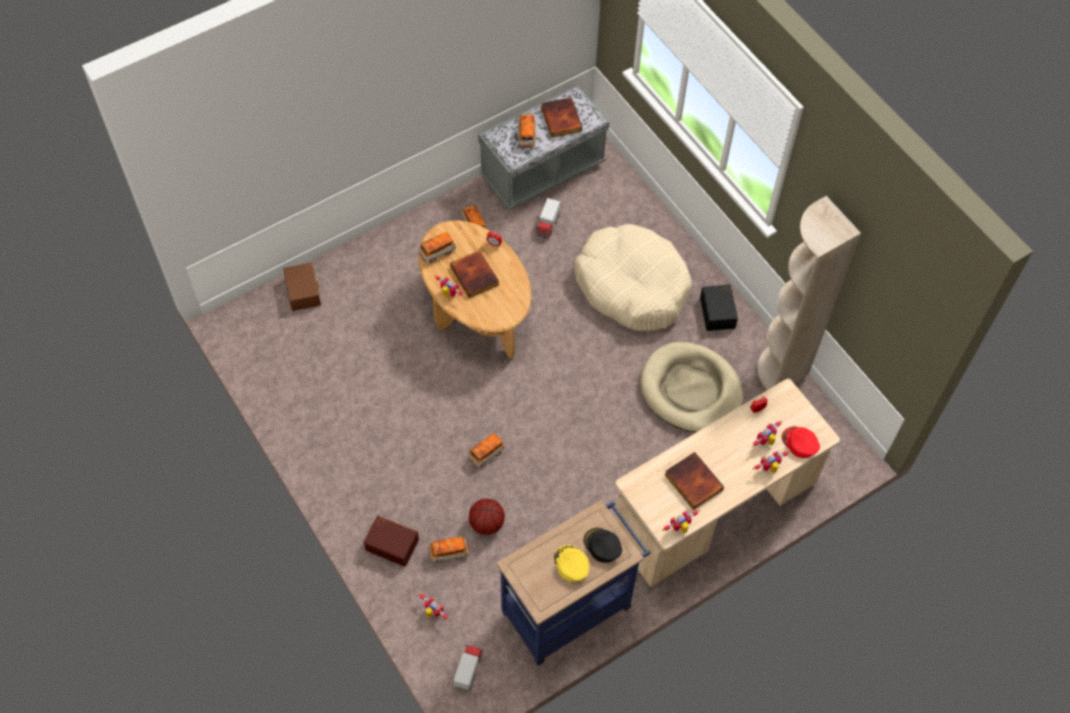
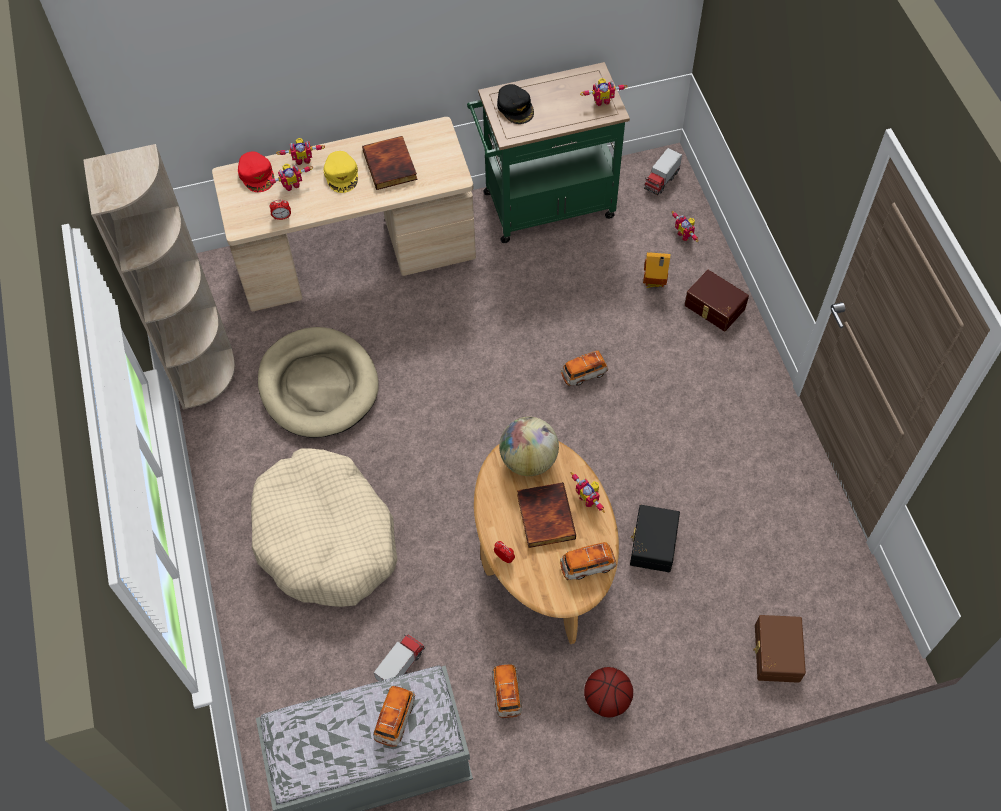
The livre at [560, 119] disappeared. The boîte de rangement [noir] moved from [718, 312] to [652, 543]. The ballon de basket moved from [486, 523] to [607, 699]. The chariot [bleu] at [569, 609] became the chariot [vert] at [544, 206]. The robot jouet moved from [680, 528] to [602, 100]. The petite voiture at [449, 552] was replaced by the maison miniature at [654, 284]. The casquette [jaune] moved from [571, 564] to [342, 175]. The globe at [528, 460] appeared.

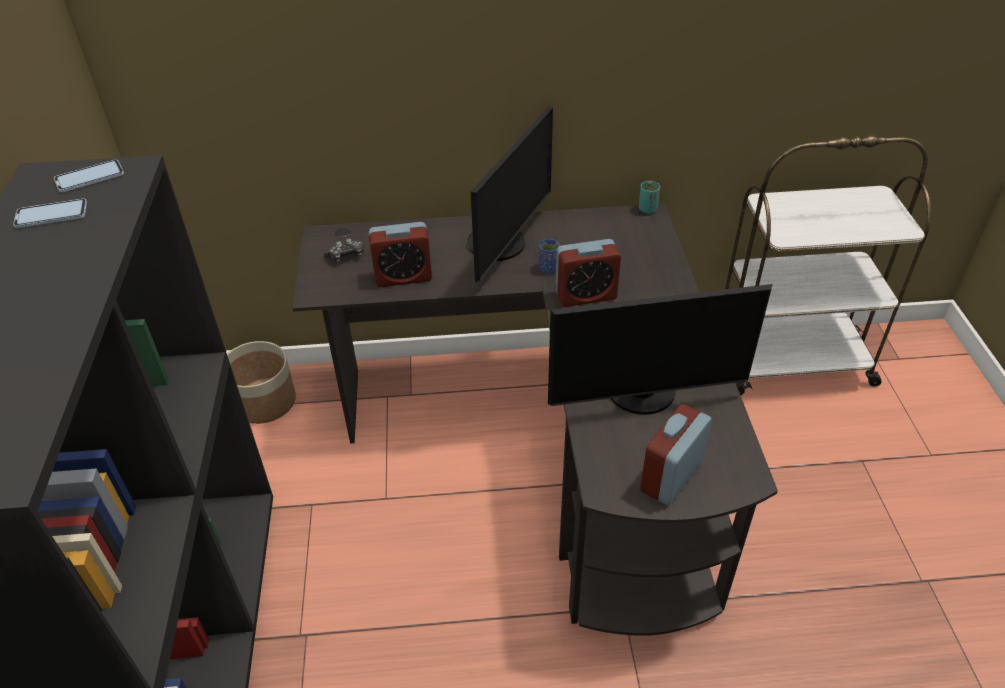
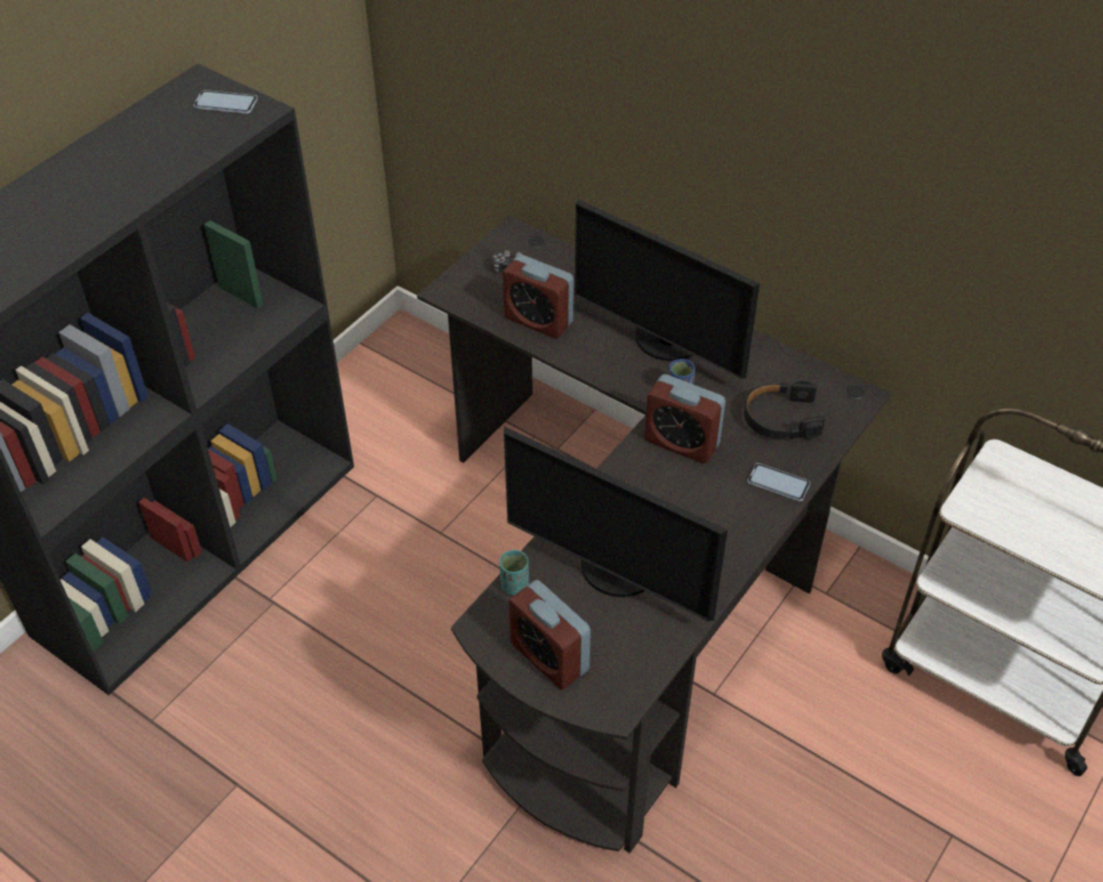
The écran d'ordinateur at [503, 245] turned 60 degrees clockwise. The tasse [turquoise] moved from [647, 209] to [515, 585]. The téléphone moved from [51, 215] to [778, 483]. The cache-pot at [265, 401] disappeared. The réveil at [671, 477] turned 120 degrees counterclockwise. The casque audio [noir] at [780, 418] appeared.

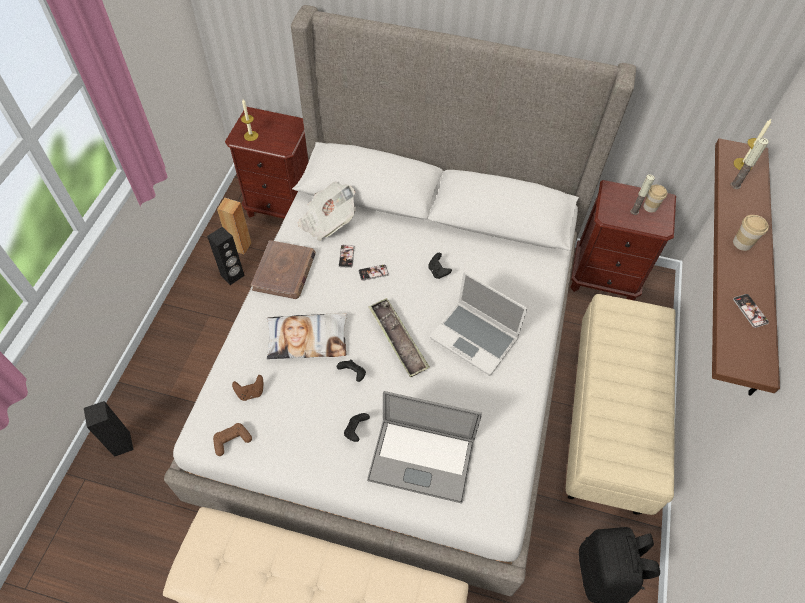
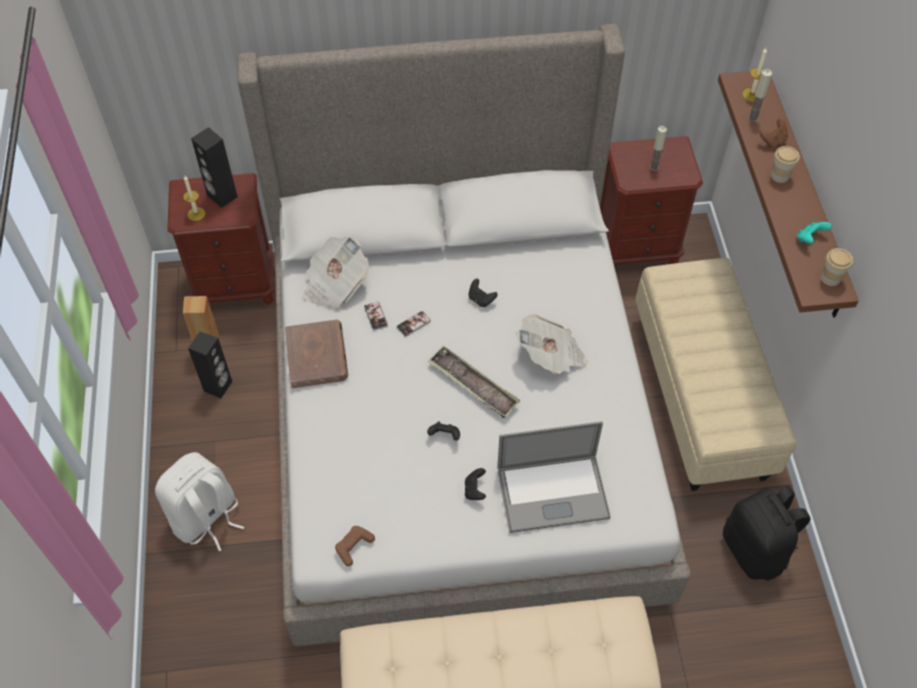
The tasse moved from [650, 207] to [830, 278]. The ordinateur portable at [475, 338] was replaced by the journal at [551, 356]. The téléphone at [750, 311] was replaced by the manette [turquoise] at [809, 239]. The coussin at [308, 339] disappeared. The manette [marron] moved from [250, 392] to [773, 141]. The enceinte [noir] moved from [121, 444] to [222, 196]. The sac à dos [blanc] at [206, 518] appeared.

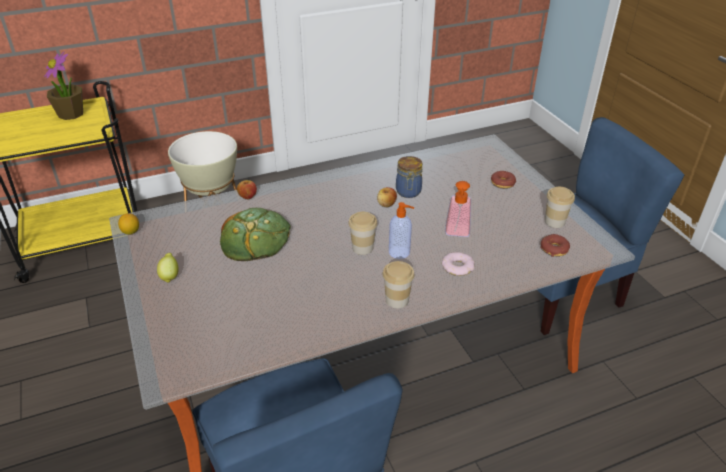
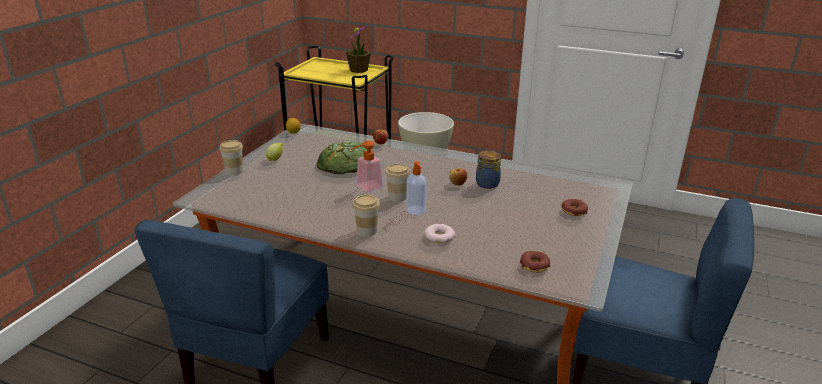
The distributeur de savon moved from [457, 233] to [365, 188]. The tasse moved from [554, 221] to [234, 171].

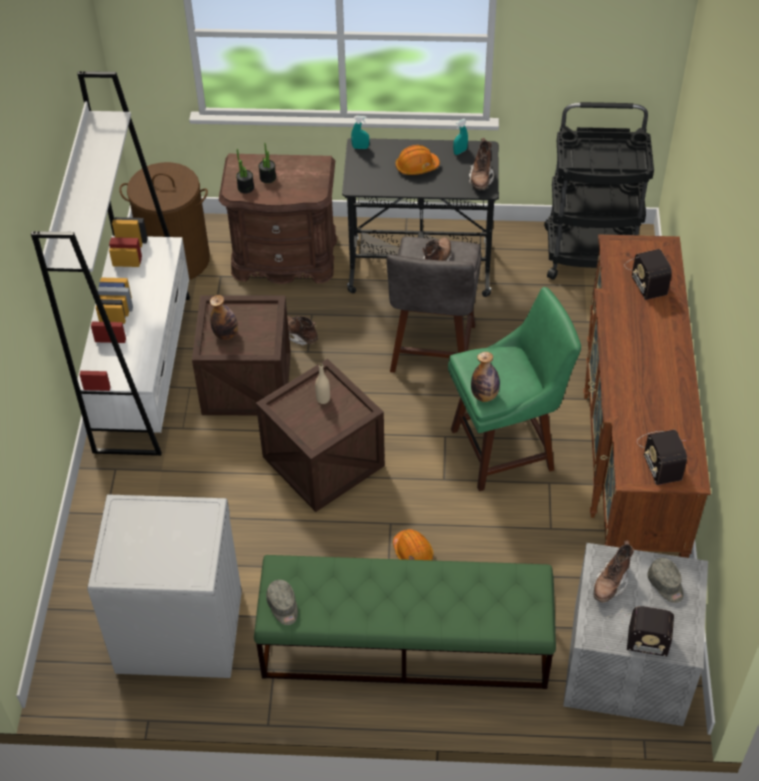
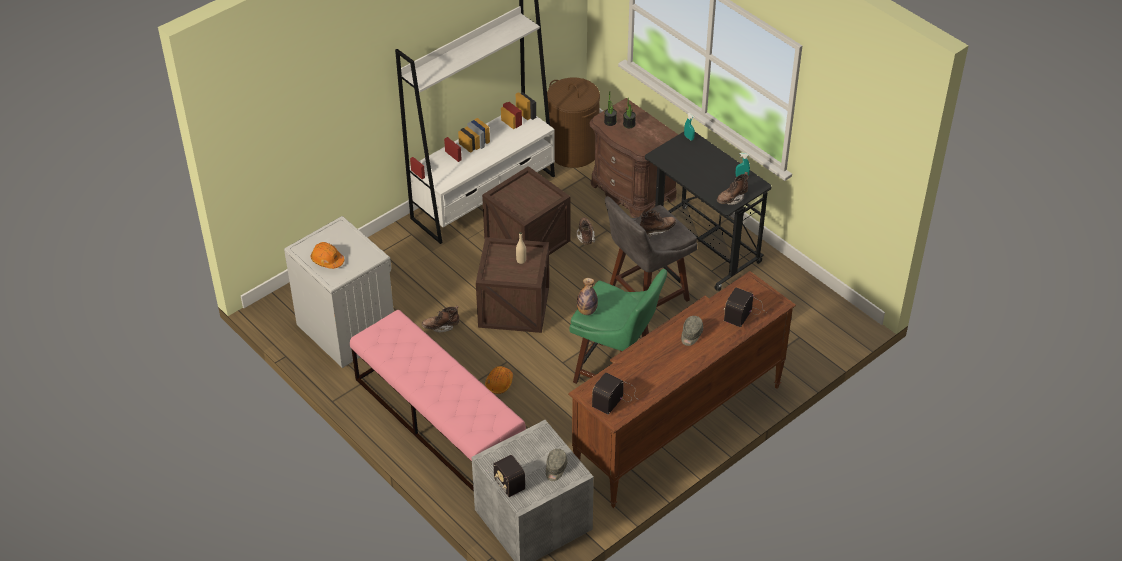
The chariot [noir] at [589, 254] disappeared. The casque de chantier [orange] moved from [416, 167] to [327, 260]. The bouteille at [226, 334] disappeared. The botte [marron] moved from [610, 583] to [441, 326]. The banc [vert] at [404, 645] became the banc [rose] at [438, 420]. The casquette [gris] moved from [283, 606] to [691, 335].

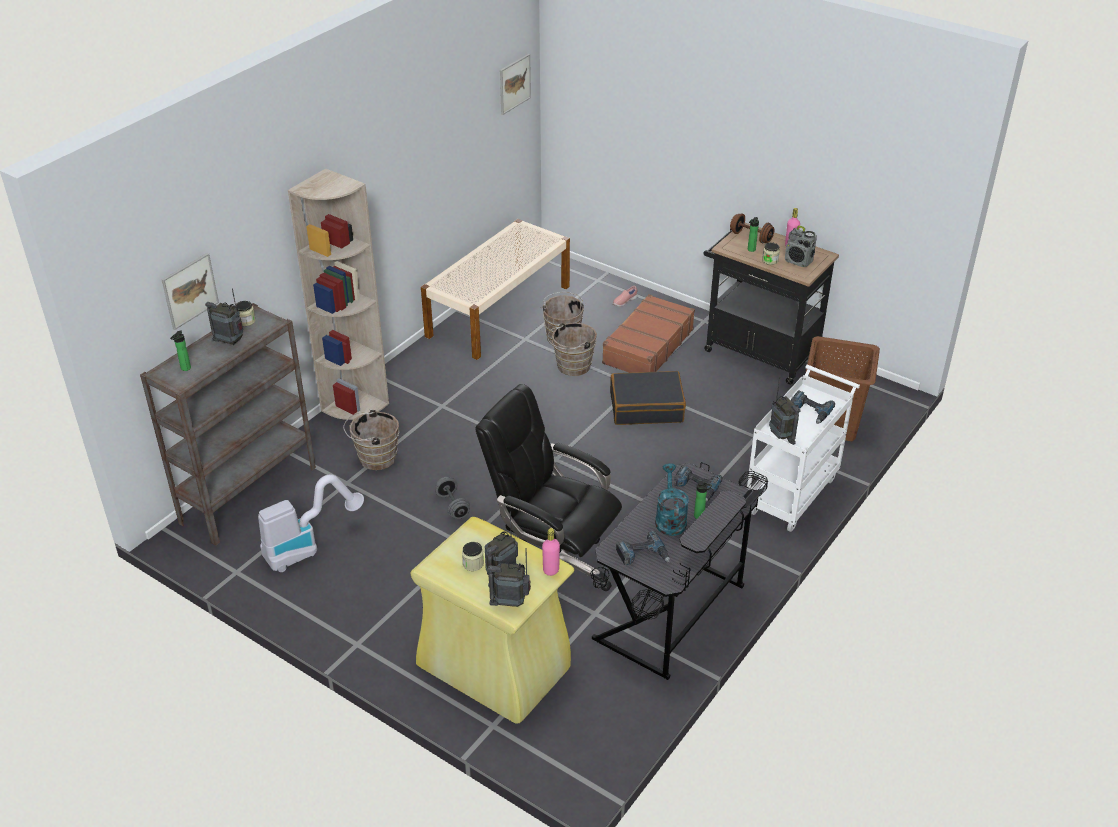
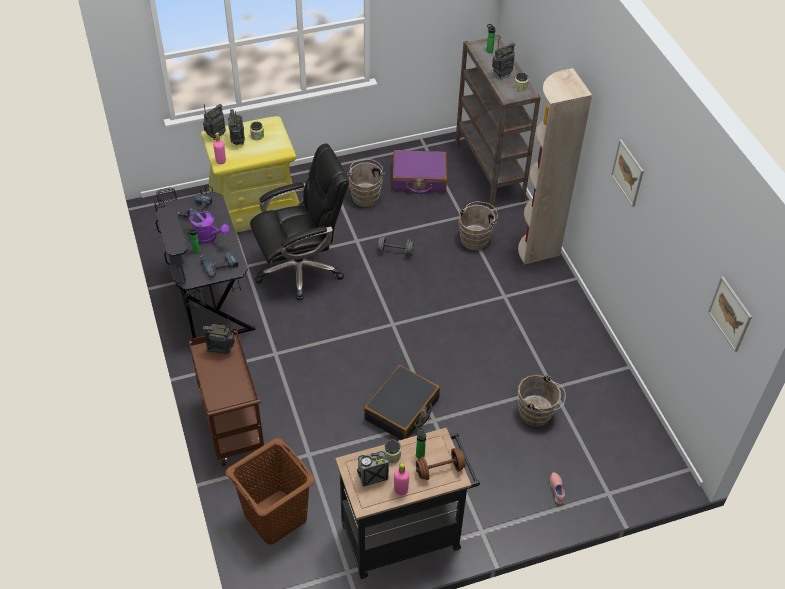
The banc [beige] at [498, 311] disappeared. The tableau moved from [190, 290] to [628, 173]. The valise [marron] at [647, 346] disappeared. The seau [marron] moved from [571, 366] to [365, 195]. The chariot [blanc] at [793, 495] became the chariot [marron] at [233, 429]. The perceuse at [809, 411] disappeared. The arrosoir [turquoise] at [669, 519] became the arrosoir [violet] at [209, 237]. The aspirateur at [308, 546] was replaced by the valise [violet] at [419, 178].

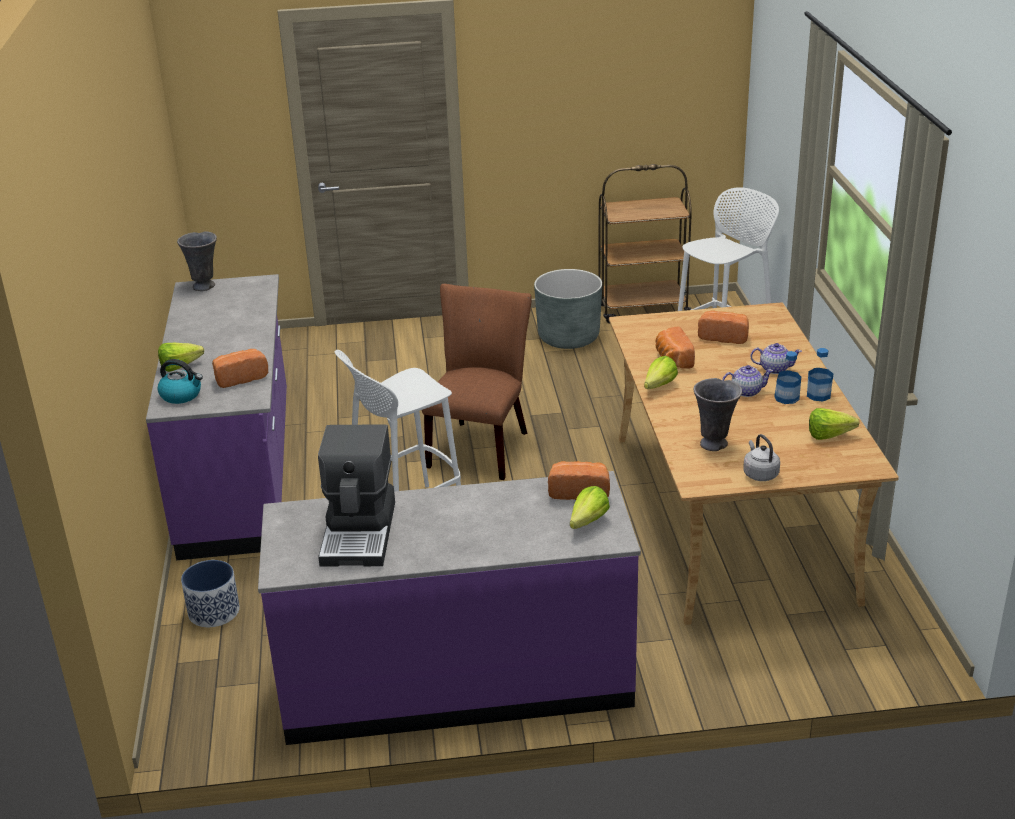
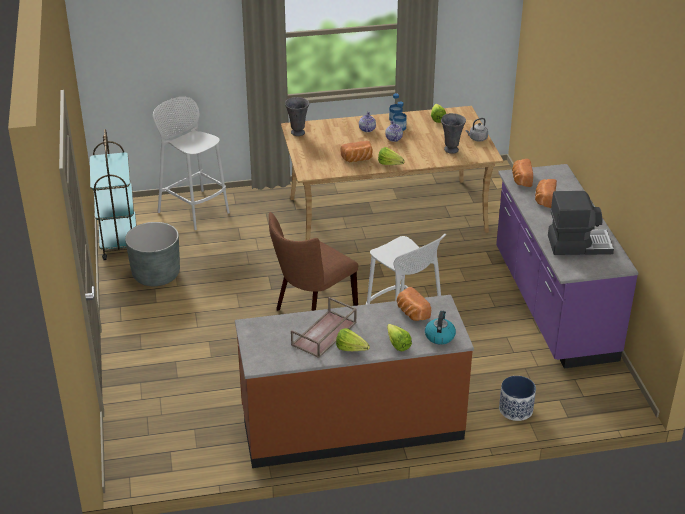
The chariot [marron] at [643, 310] became the chariot [turquoise] at [118, 241]. The vase [gris] moved from [205, 286] to [297, 132]. The comptoir de cuisine [violet] at [240, 474] became the comptoir de cuisine [marron] at [351, 425]. The chaise [marron] at [481, 446] turned 60 degrees counterclockwise. The pain moved from [724, 336] to [544, 199]. The laitue moved from [584, 524] to [353, 350]. The plateau [marron] at [324, 334] appeared.

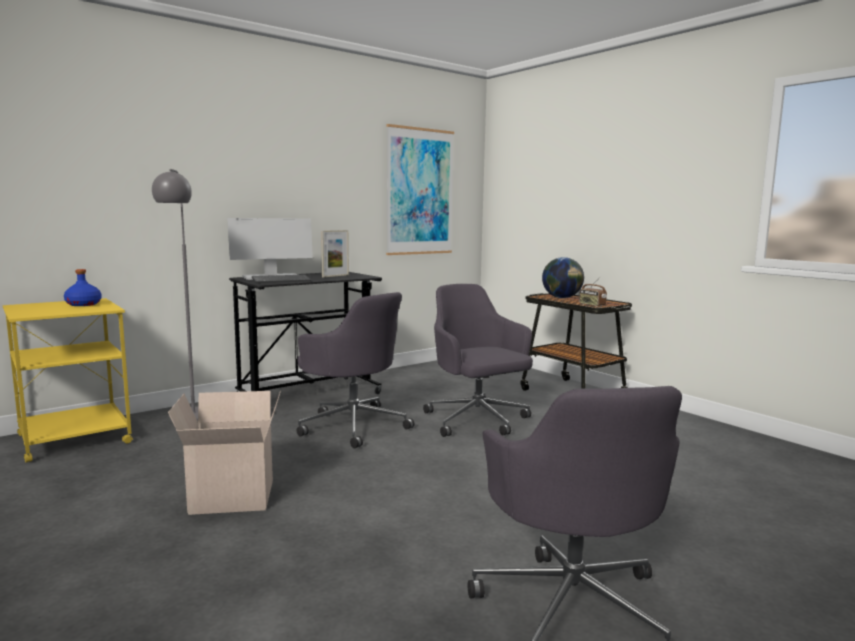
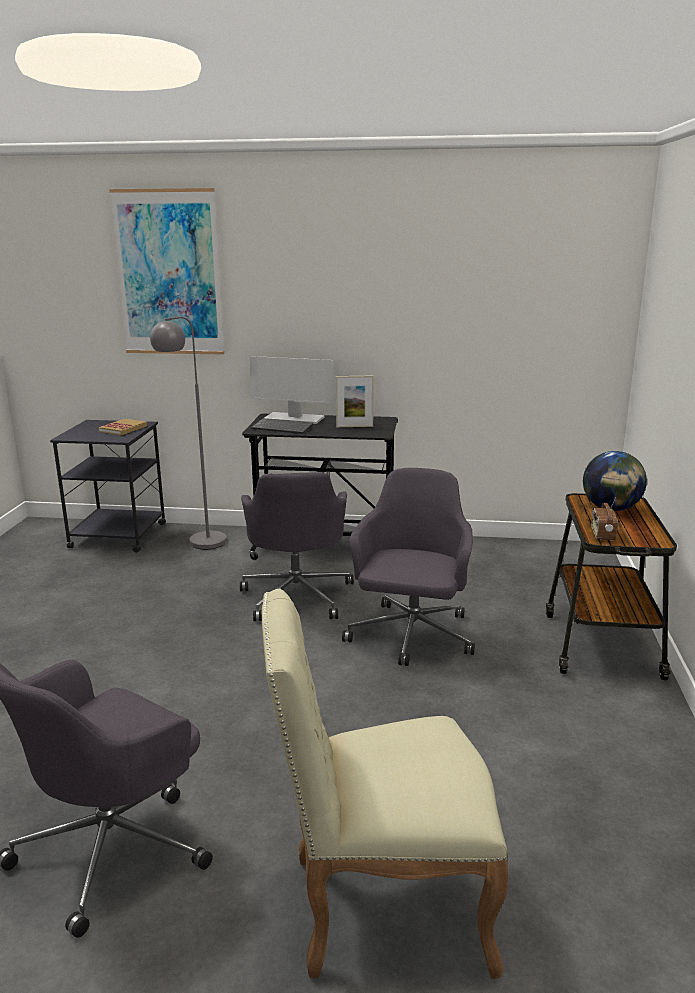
The tableau moved from [419, 192] to [169, 273]. The bouteille [bleu] at [83, 304] was replaced by the livre at [123, 429]. The chariot [jaune] at [76, 438] became the chariot [noir] at [119, 536]. The carton at [230, 498] disappeared. The chaise [beige] at [384, 904] appeared.

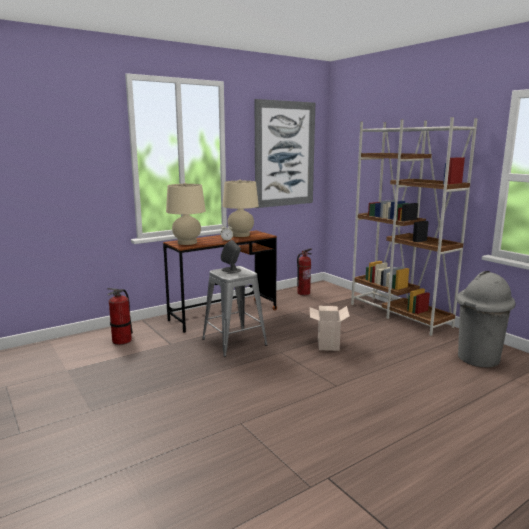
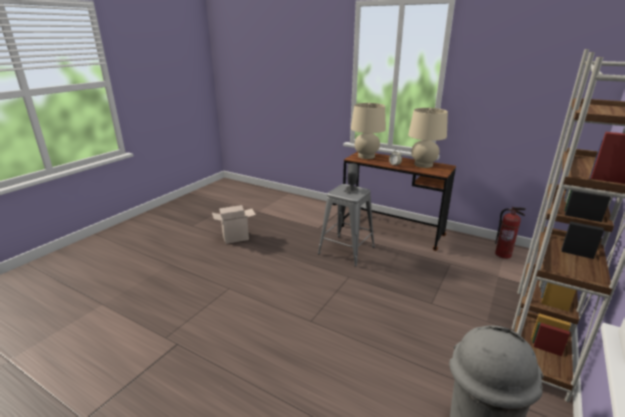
The tableau at [285, 154] disappeared. The extincteur at [122, 341] disappeared. The carton moved from [327, 344] to [236, 237].

